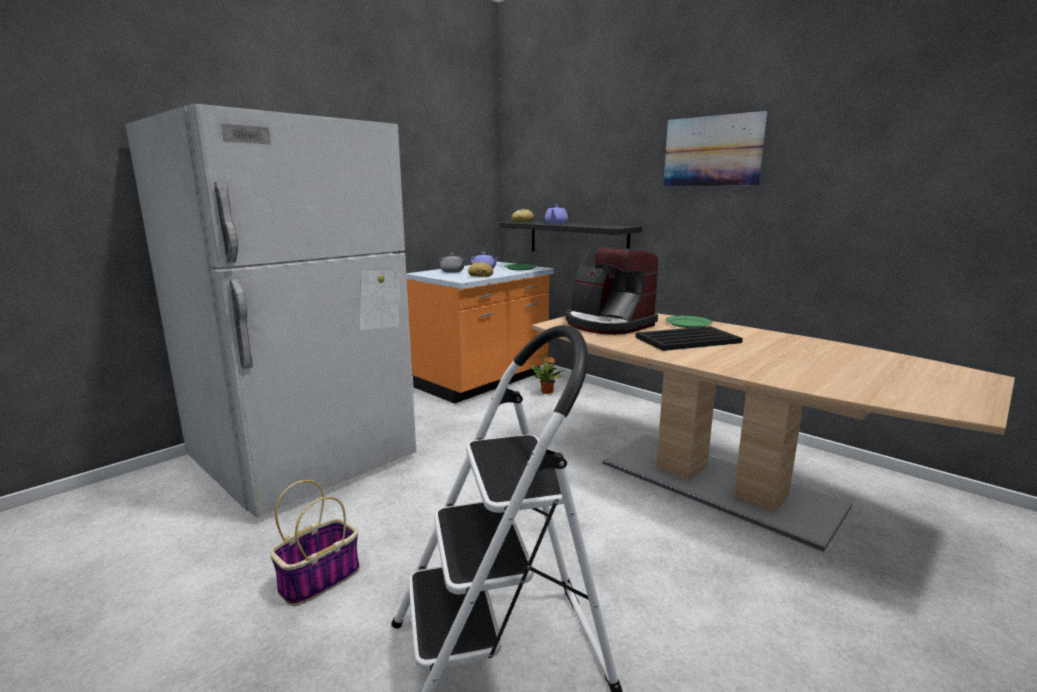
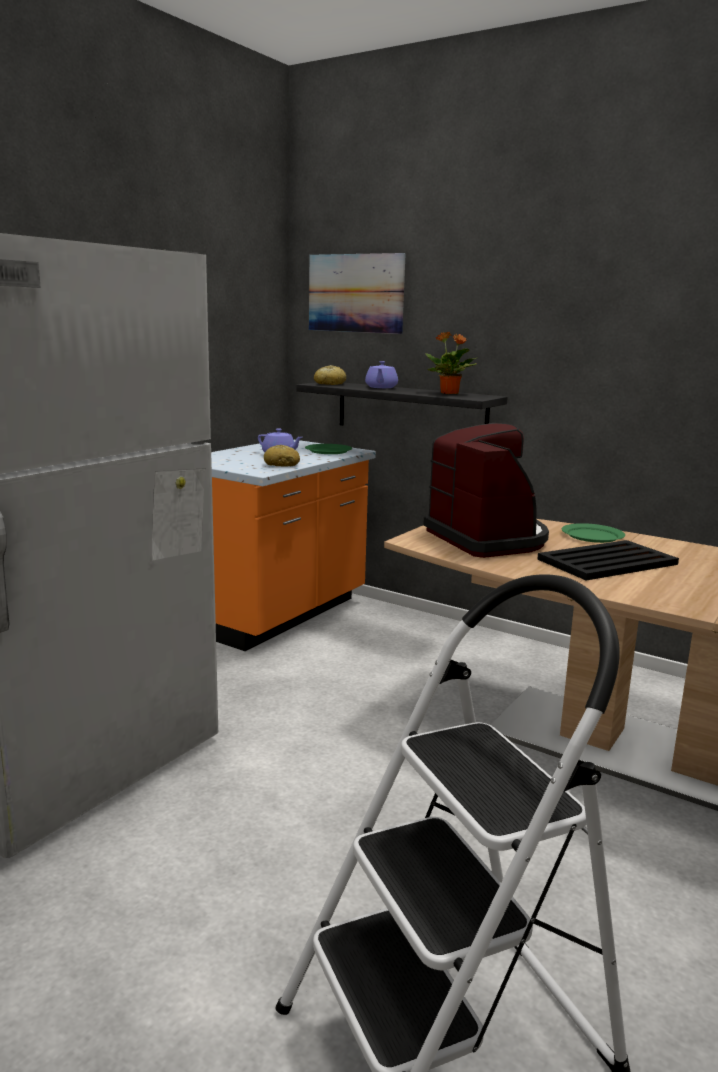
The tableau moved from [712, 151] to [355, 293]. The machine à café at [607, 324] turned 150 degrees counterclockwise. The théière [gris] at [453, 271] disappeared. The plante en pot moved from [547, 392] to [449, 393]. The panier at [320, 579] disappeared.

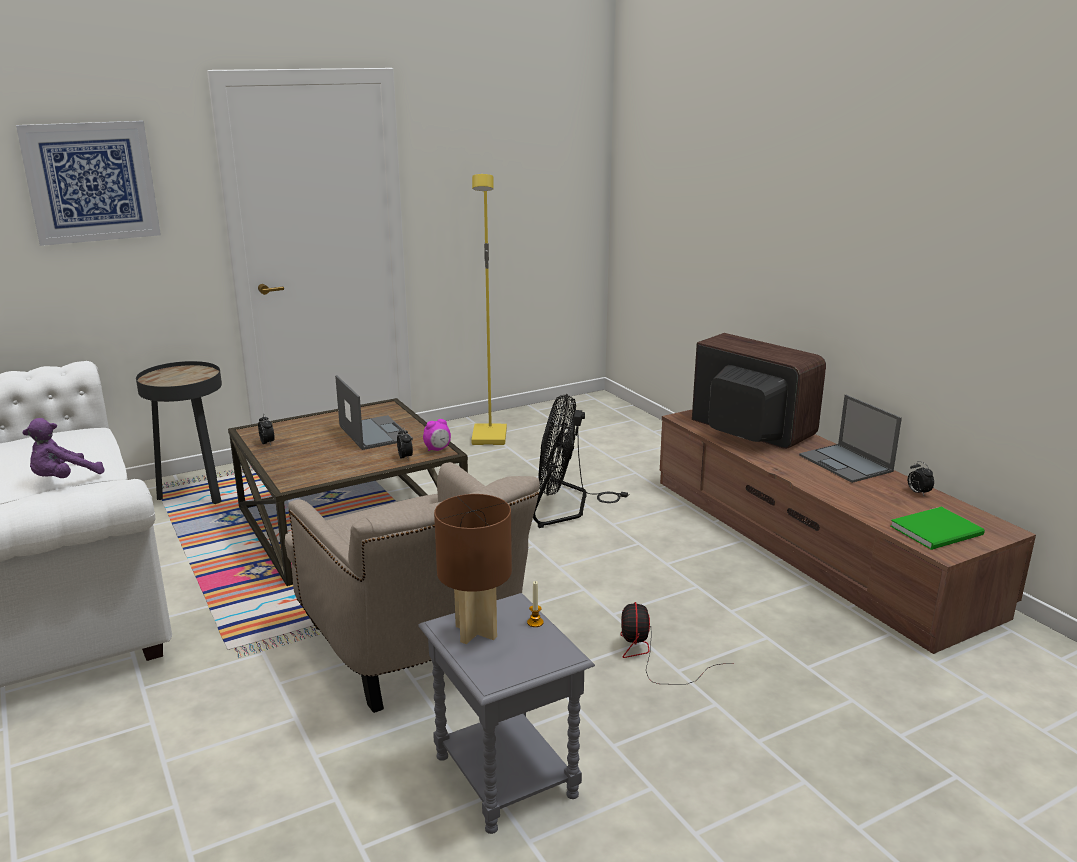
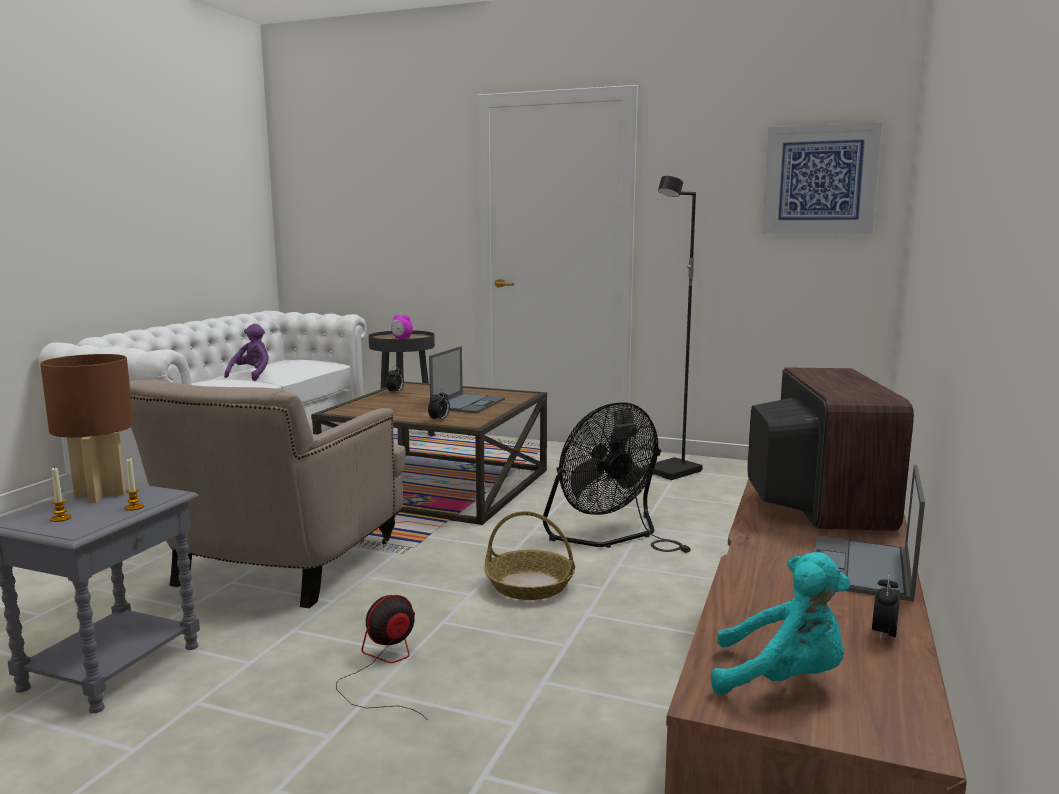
The tableau moved from [91, 182] to [820, 180]. The lampadaire [jaune] at [490, 437] became the lampadaire [noir] at [673, 472]. The peluche [violet] at [63, 479] turned 105 degrees clockwise. The réveil moved from [437, 449] to [402, 339]. The livre [vert] at [939, 531] was replaced by the peluche [turquoise] at [782, 680]. The bougie at [61, 518] appeared. The panier at [530, 585] appeared.

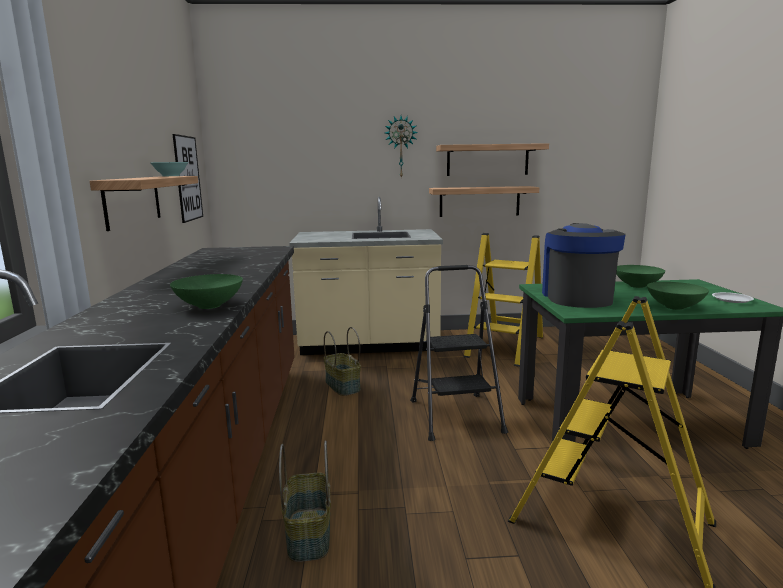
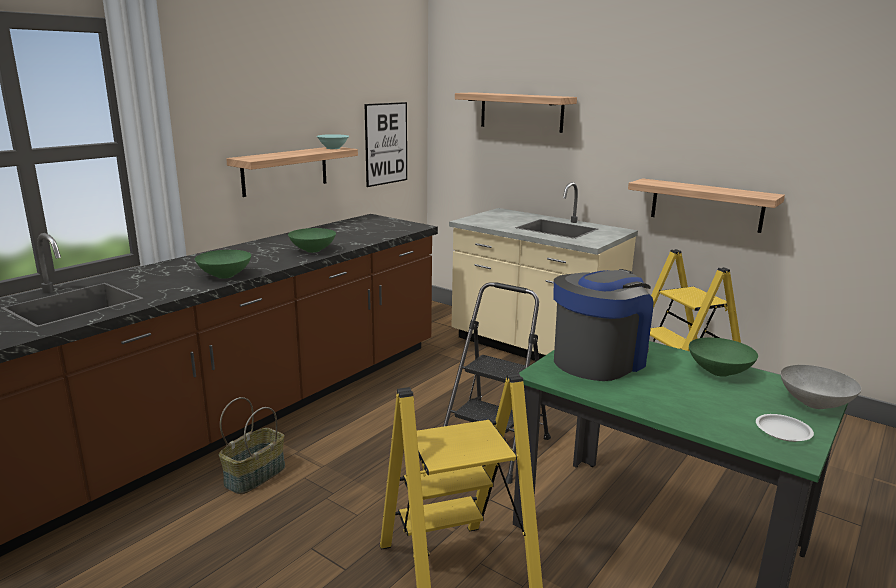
The horloge murale at [400, 147] disappeared. The étagère moved from [487, 160] to [521, 112]. The bol [vert] moved from [674, 307] to [313, 250]. The panier at [342, 386] disappeared. The bol [gris] at [815, 403] appeared.

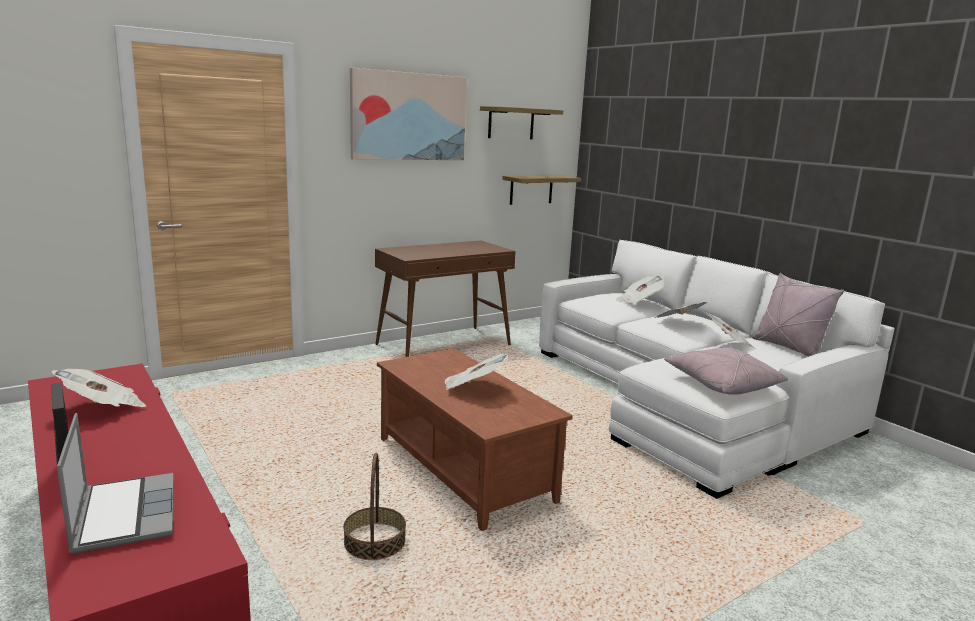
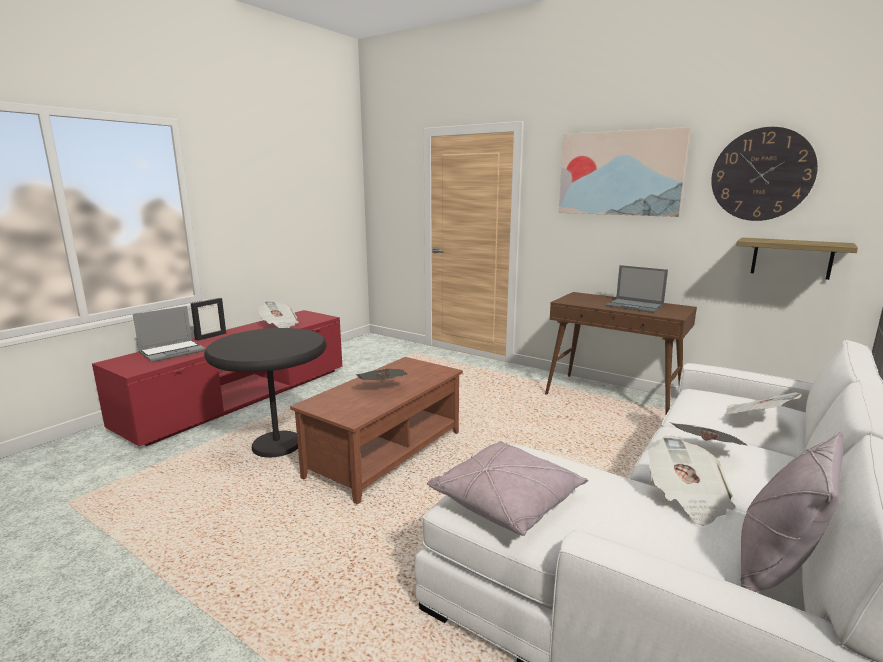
The étagère at [511, 123] was replaced by the horloge murale at [762, 174]. The panier at [374, 542] was replaced by the table d'appoint [noir] at [277, 446]. The ordinateur portable at [635, 306] appeared.

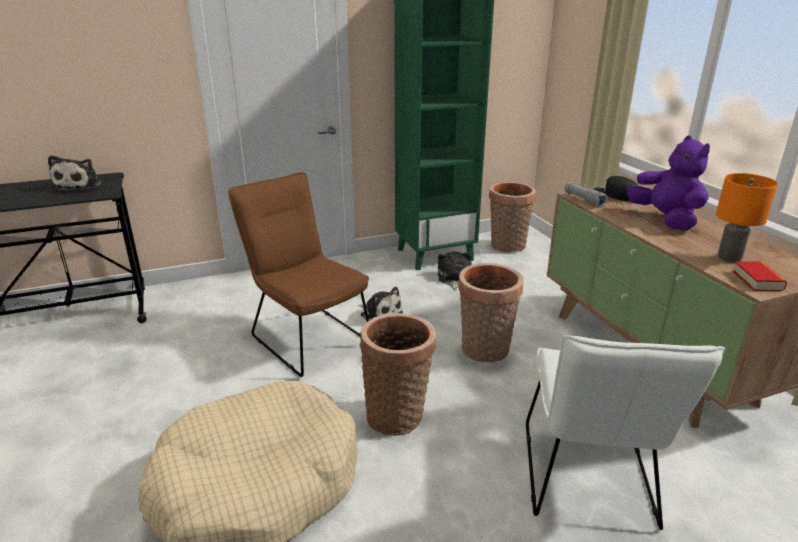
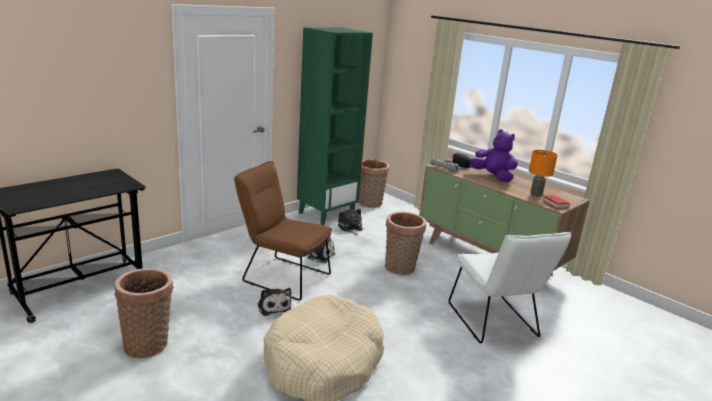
The peluche moved from [80, 185] to [273, 306]. The panier moved from [398, 415] to [148, 344].

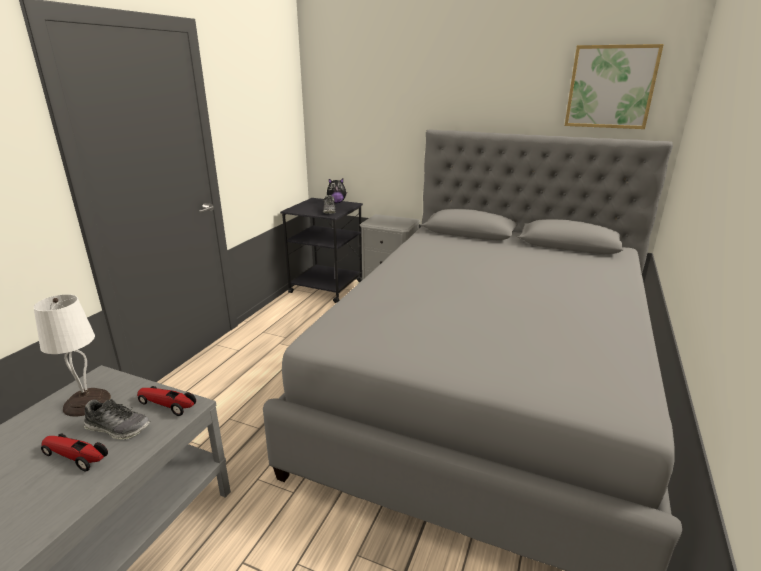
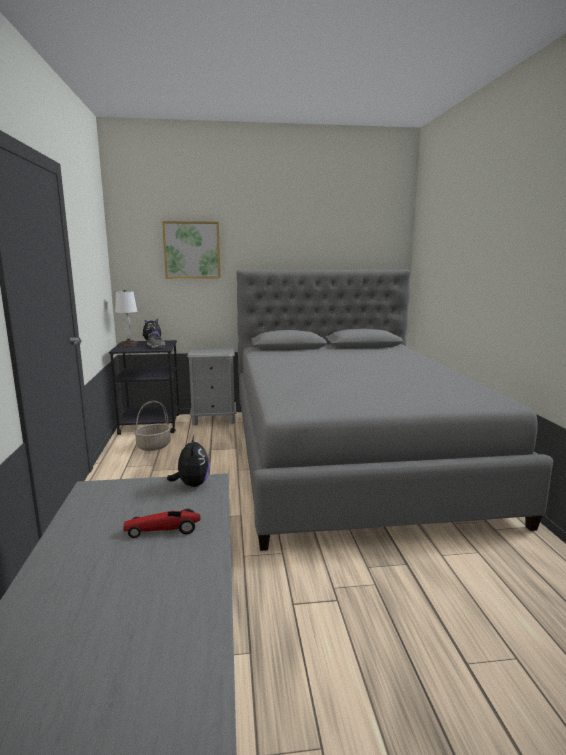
The tableau moved from [610, 87] to [192, 250]. The lampe de table [blanc] moved from [87, 403] to [129, 345]. The petite voiture at [168, 405] was replaced by the peluche at [192, 485]. The chaussure at [118, 428] disappeared. The panier at [154, 446] appeared.

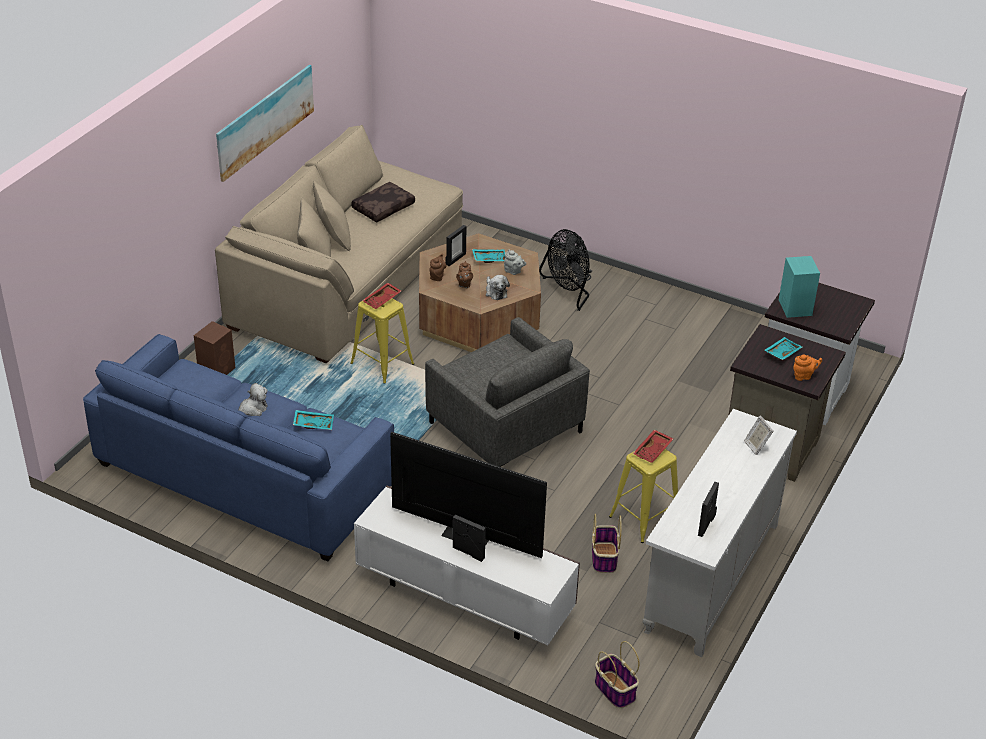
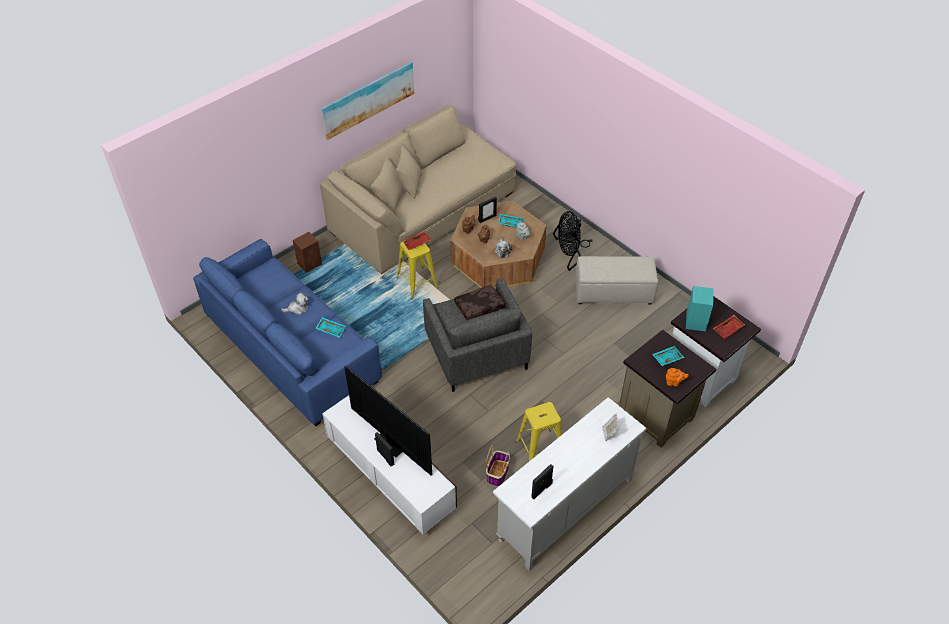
The coussin [marron] moved from [383, 207] to [479, 306]. The plateau [rouge] moved from [653, 451] to [728, 329]. The panier at [614, 690] disappeared. The pouf [beige] at [614, 293] appeared.

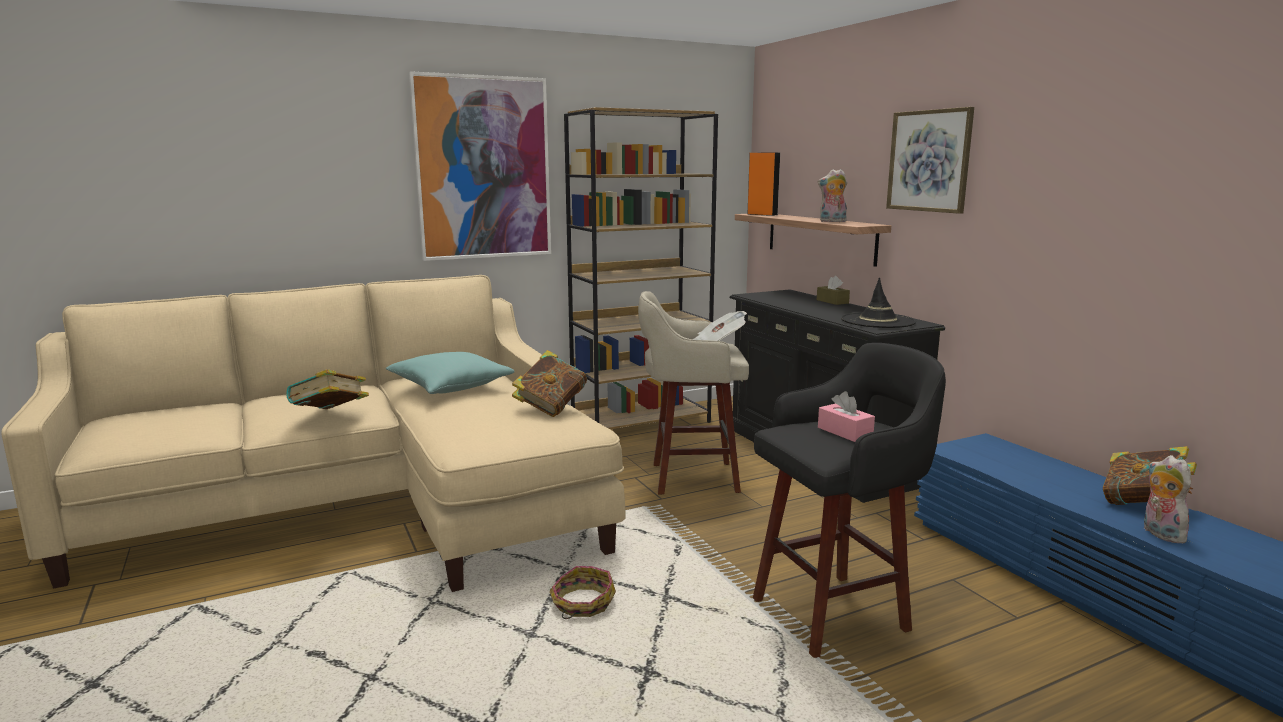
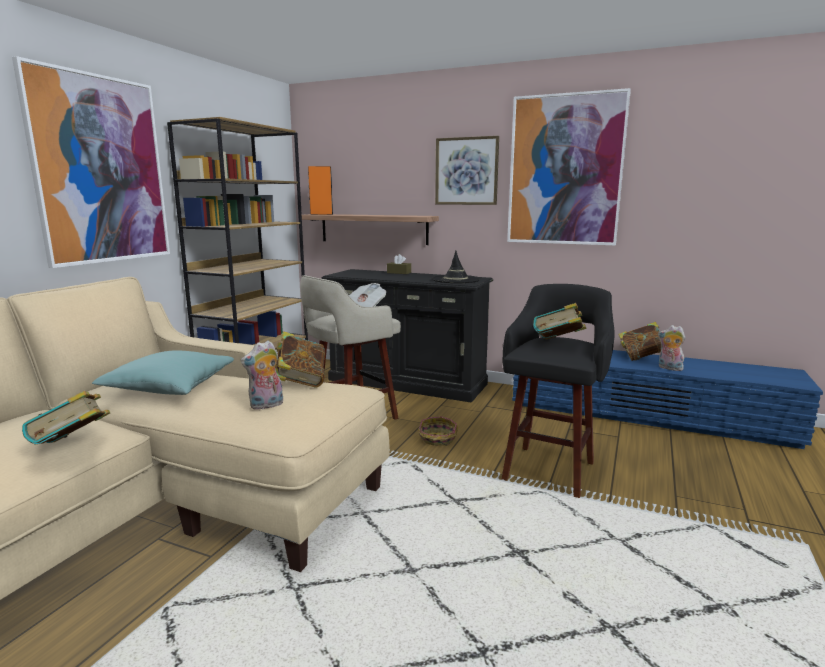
The peluche moved from [832, 221] to [266, 406]. The boîte à mouchoirs [rose] at [845, 432] was replaced by the livre at [558, 344]. The panier moved from [582, 604] to [437, 439]. The tableau at [565, 170] appeared.

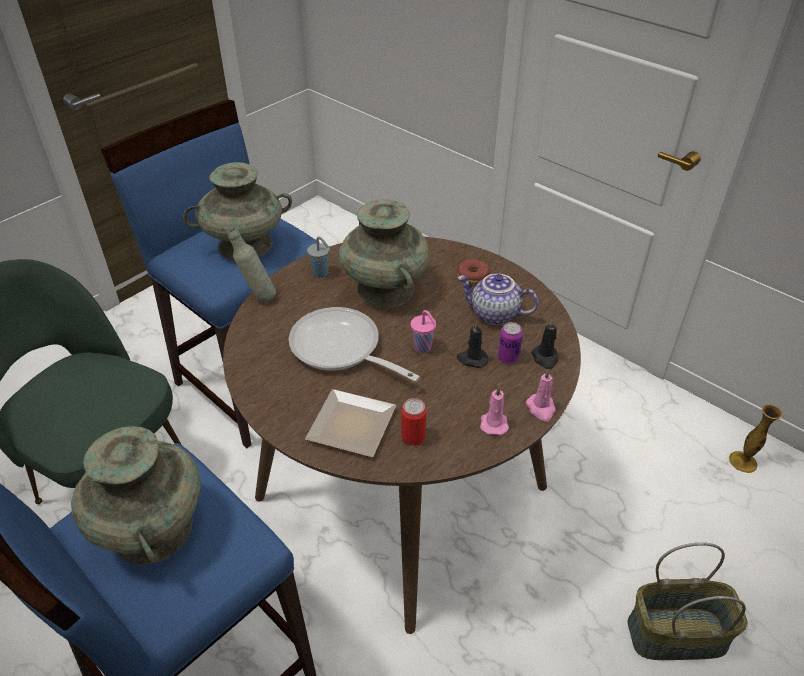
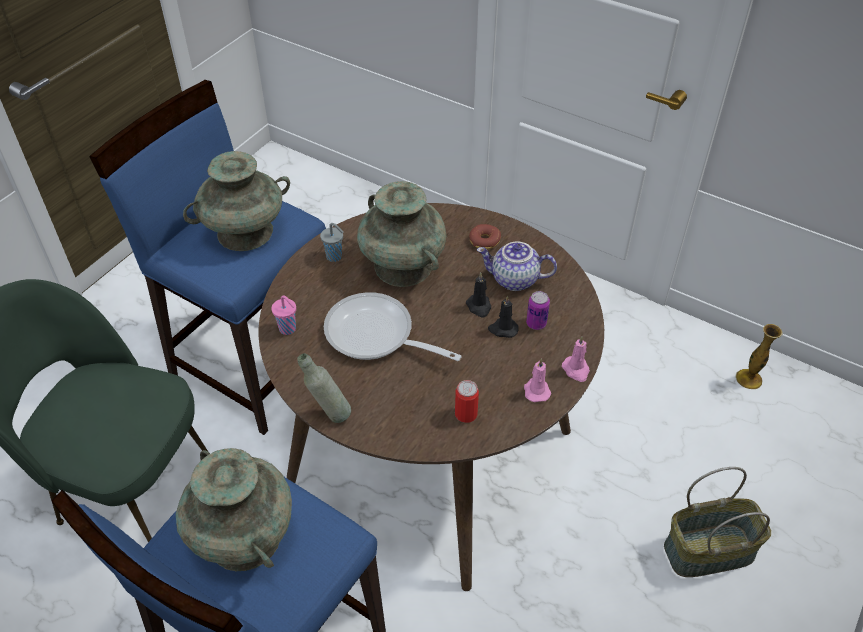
The bouteille [gris] moved from [257, 297] to [329, 415]. The tasse [rose] moved from [423, 348] to [288, 329]. The bougie [noir] moved from [545, 358] to [479, 307]. The assiette at [350, 423] disappeared.

